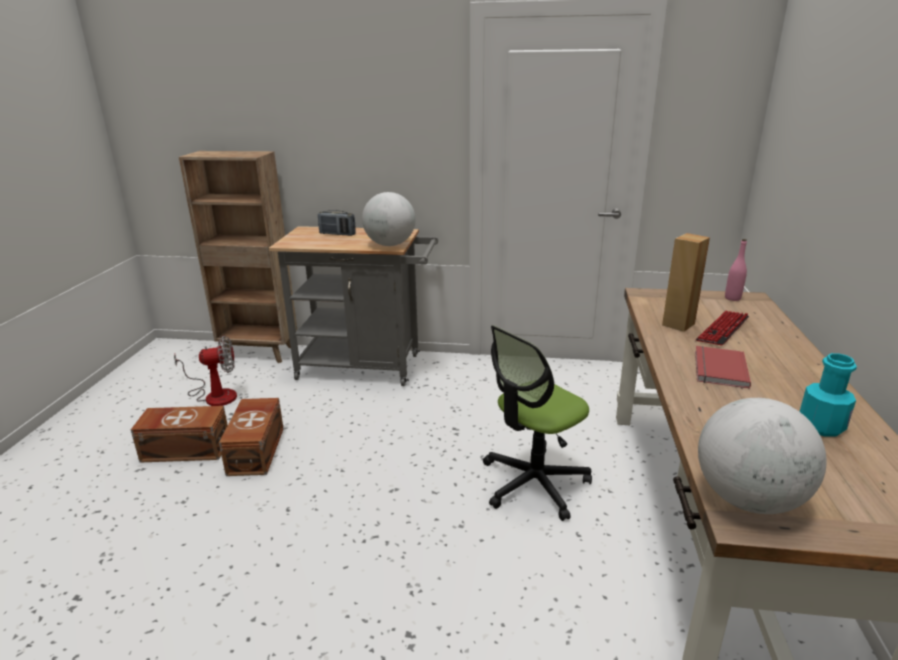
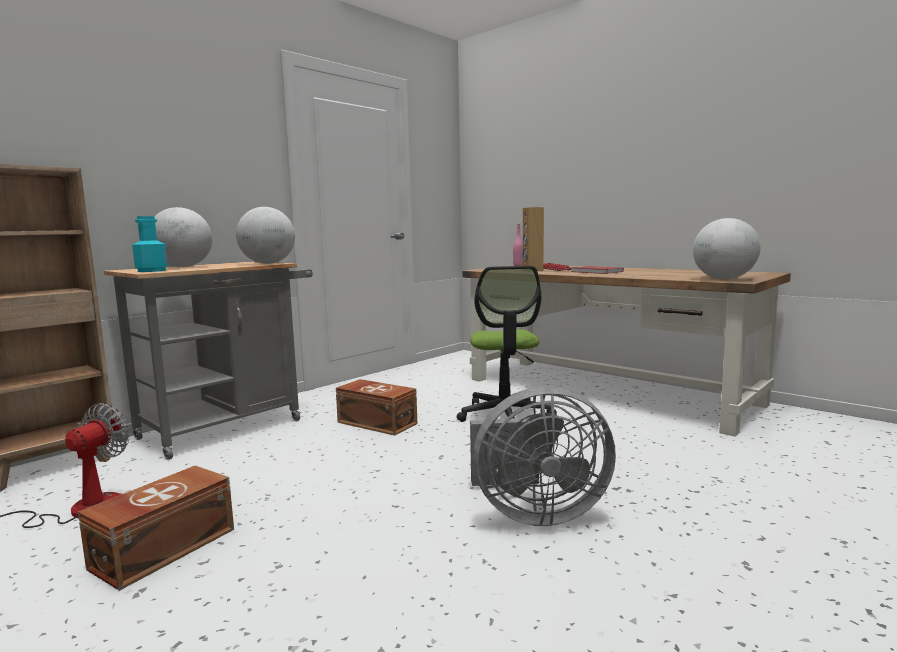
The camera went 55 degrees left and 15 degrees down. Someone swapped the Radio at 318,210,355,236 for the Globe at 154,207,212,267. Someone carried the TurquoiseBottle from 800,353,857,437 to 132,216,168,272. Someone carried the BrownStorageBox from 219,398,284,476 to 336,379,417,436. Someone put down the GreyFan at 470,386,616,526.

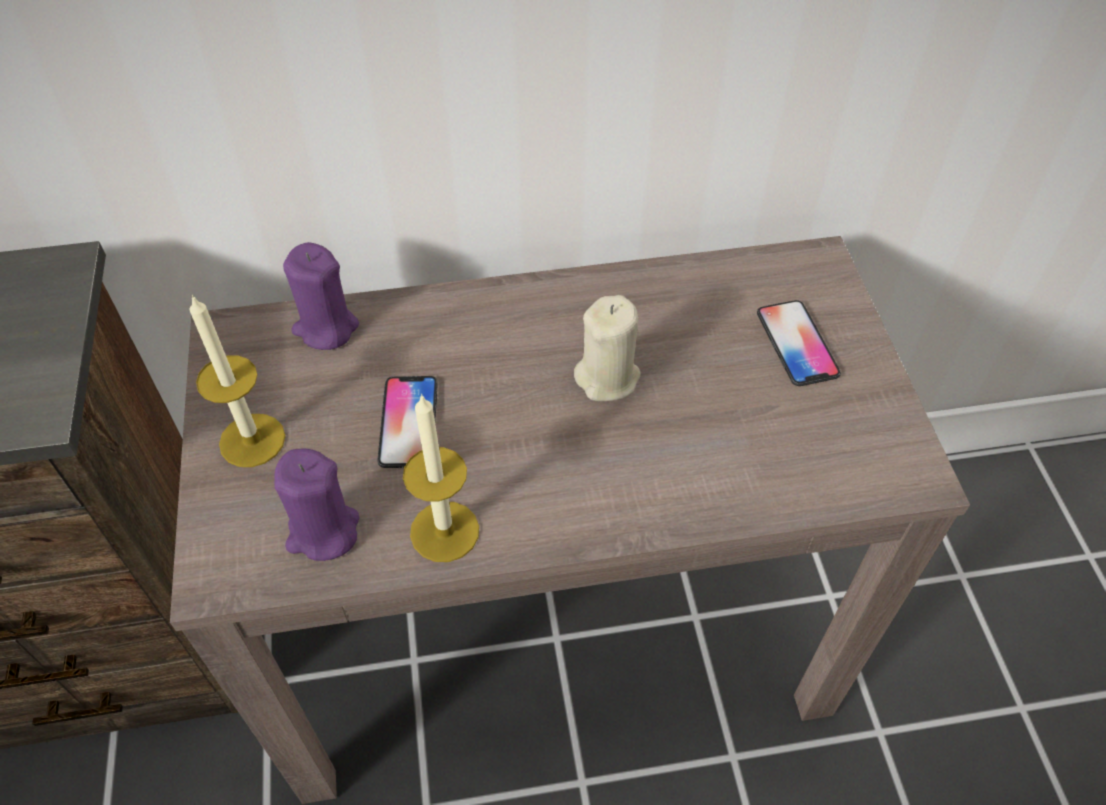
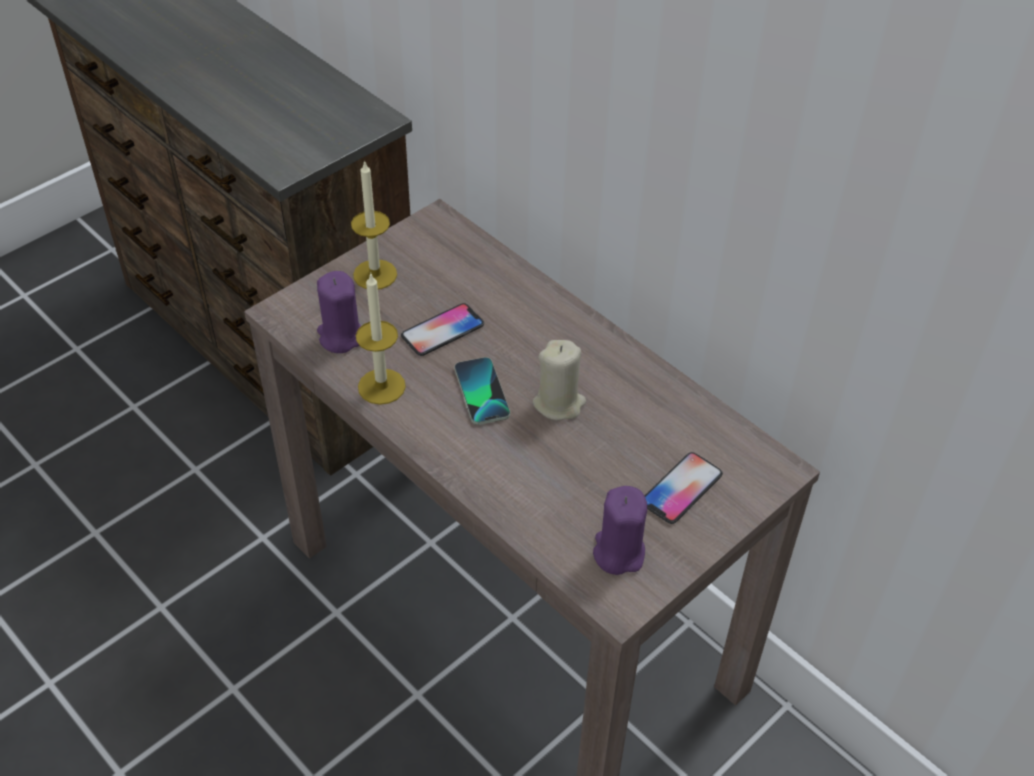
The camera went 55 degrees right and 5 degrees down. Someone carried the PurpleCandle from 283,242,359,350 to 593,486,647,575. Someone put down the Phone at 455,357,510,425.

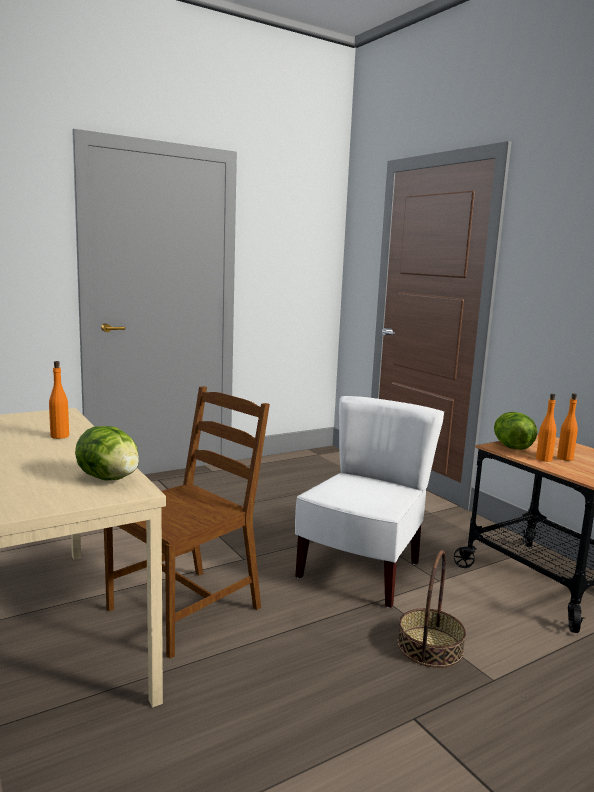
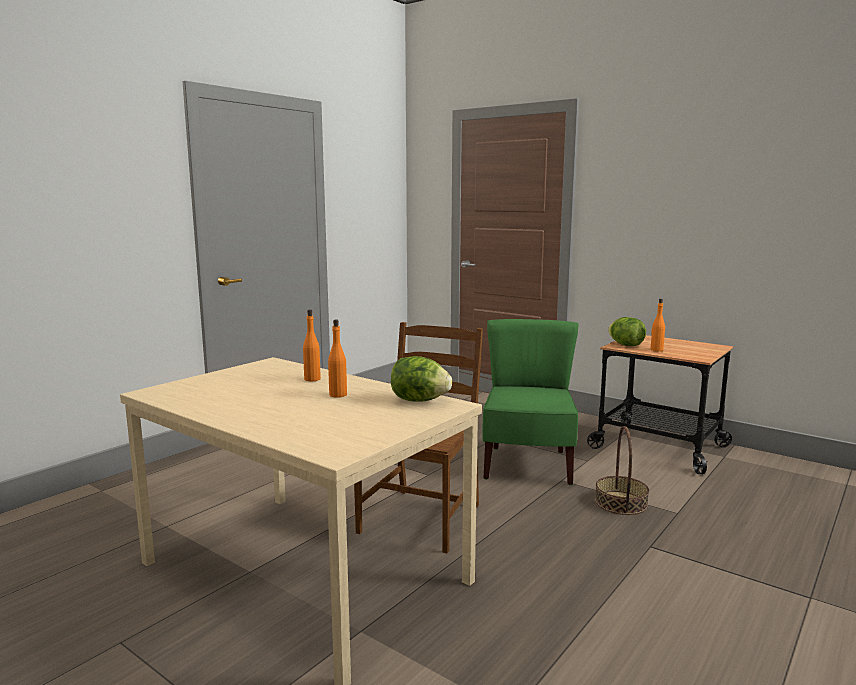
The camera went 20 degrees left and 0 degrees up. Someone carried the OrangeBottle from 557,393,578,461 to 328,319,347,398. Someone repainted the WhiteChair at 295,396,444,608, which became the GreenChair at 482,319,579,485.

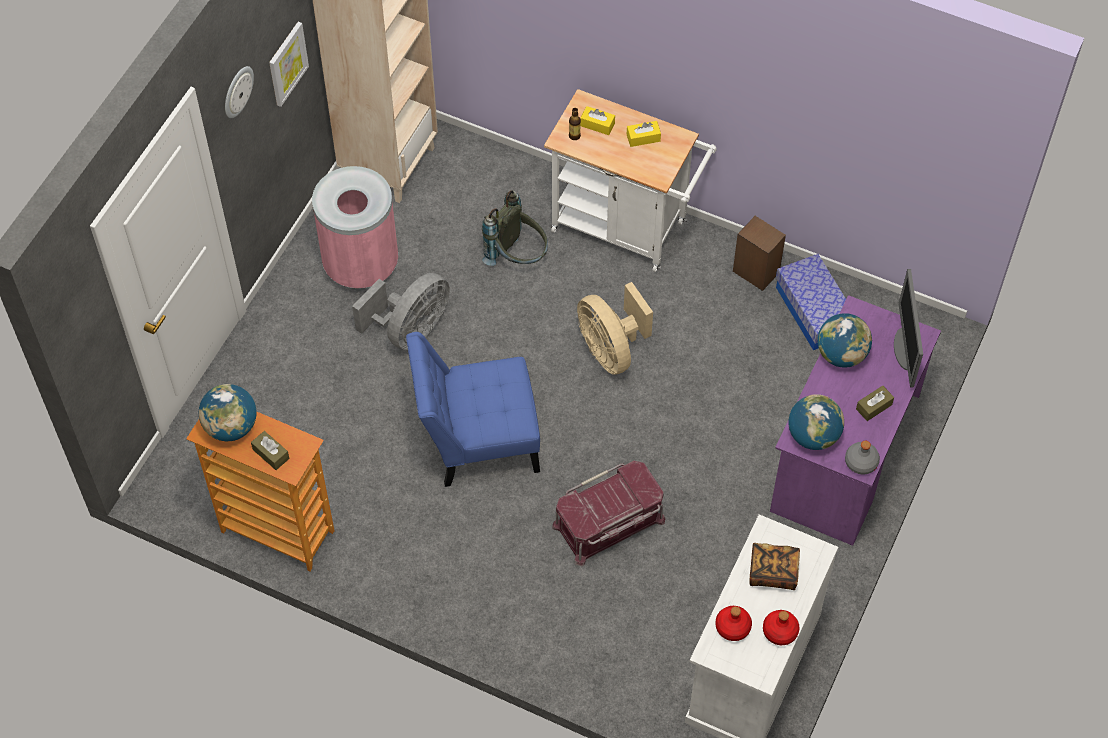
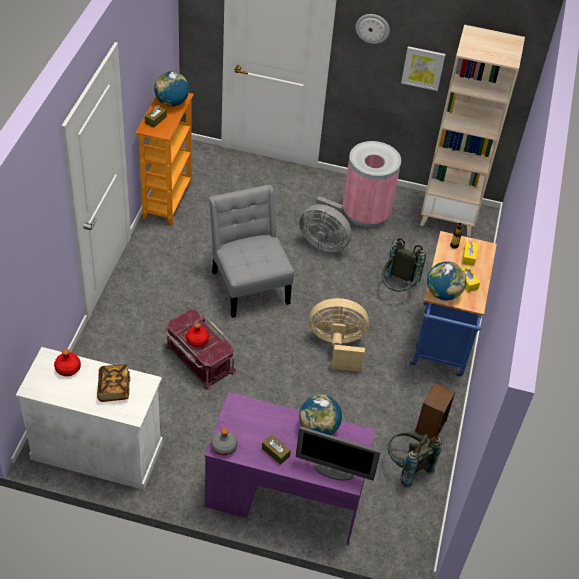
The camera went 75 degrees right and 10 degrees down. Someone repainted the WhiteCart at 544,89,717,272, which became the BlueCart at 410,231,497,377. Someone swapped the StorageBox at 776,254,846,350 for the GreyBackpack at 387,432,442,488. Someone rotated the Monitor at 894,269,923,387 by 150 degrees counterclockwise. Someone rotated the BeigeFan at 577,282,653,375 by 45 degrees clockwise. Someone repainted the BlueChair at 406,332,540,487, which became the GreyChair at 209,185,294,318. Someone carried the Globe from 788,394,844,450 to 427,262,466,300. Someone carried the RedBottle from 763,610,800,645 to 186,323,209,347.

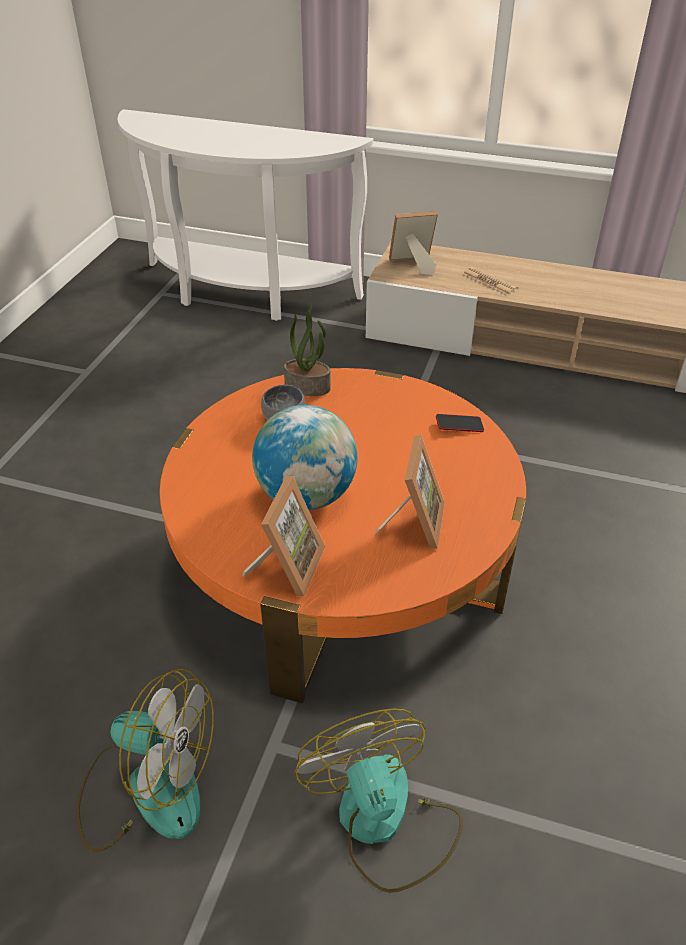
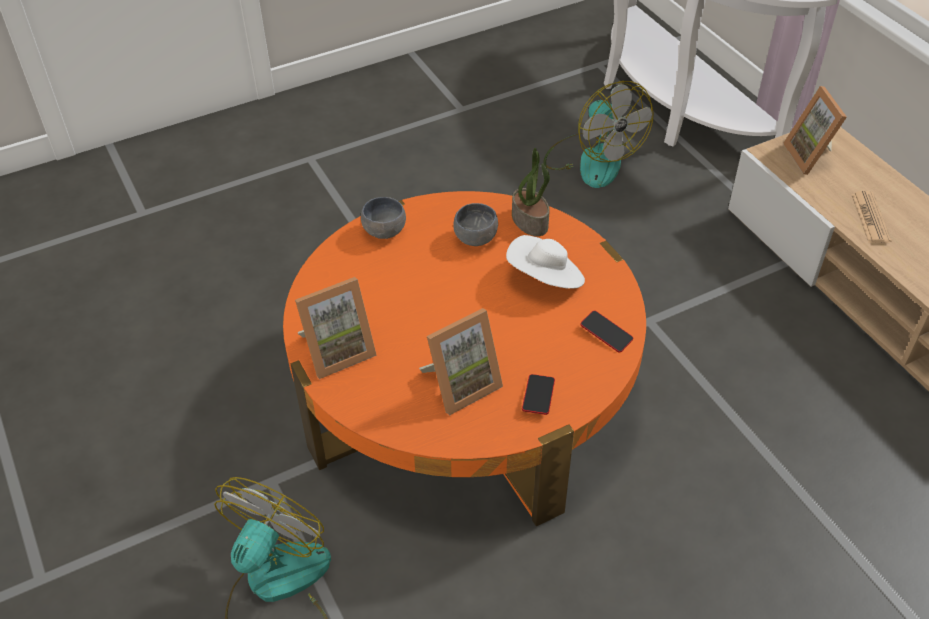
The camera went 45 degrees right and 5 degrees up. Someone rotated the PictureFrame at 389,211,438,275 by 135 degrees counterclockwise. Someone took away the Globe at 252,405,358,510. Someone carried the Fan from 76,669,214,852 to 543,81,654,188. Someone put down the GreyBowl at 361,197,406,239. Someone put down the WhiteHat at 506,235,585,289. Someone put down the Phone at 522,374,555,415.

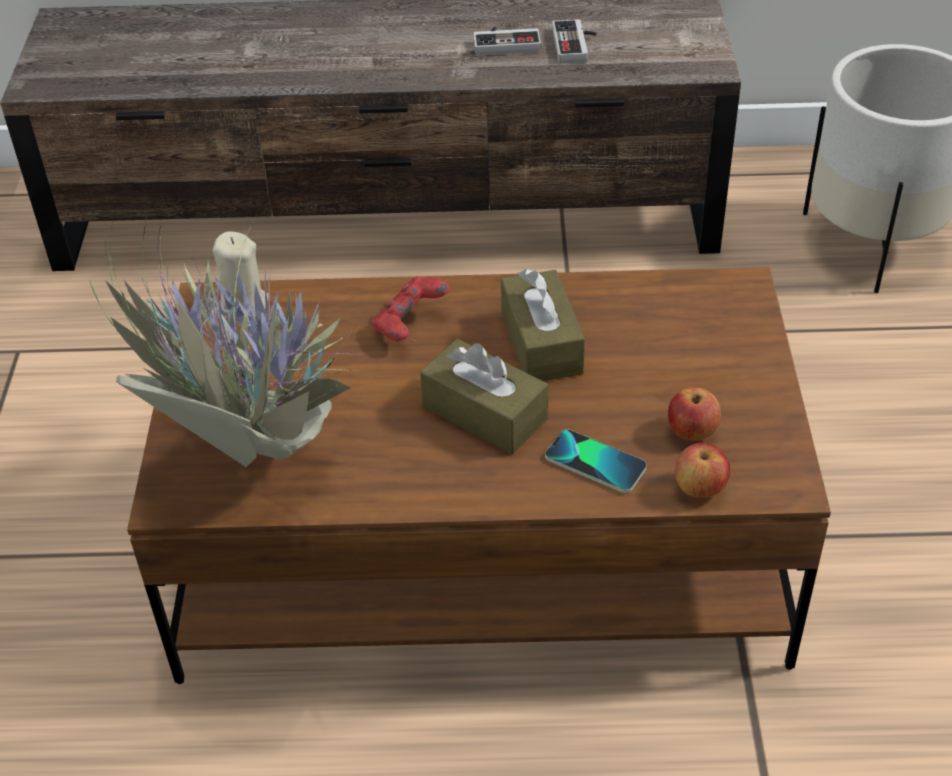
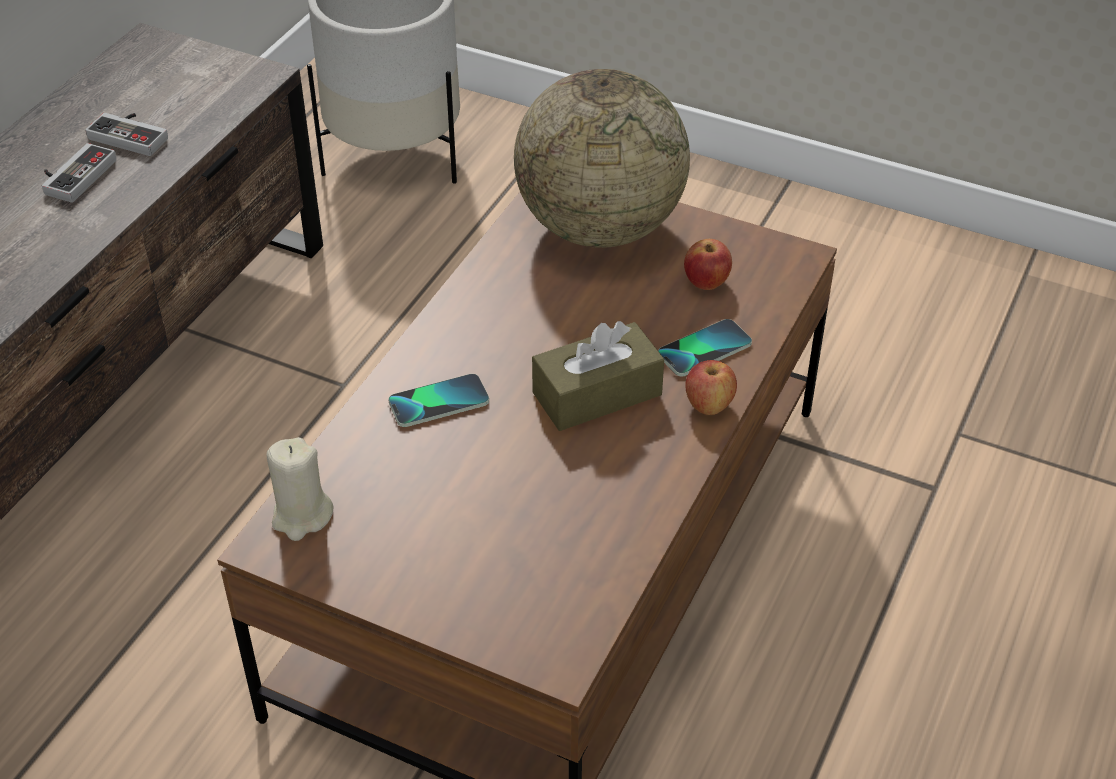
The camera went 65 degrees left and 0 degrees up. Someone took away the PottedPlant at 89,216,366,467. Someone took away the BrownTissueBox at 501,269,585,381. Someone swapped the RedGameController at 372,276,450,341 for the Phone at 388,374,489,427. Someone carried the Apple from 675,443,730,498 to 685,360,737,415. Someone put down the Globe at 514,69,690,248.

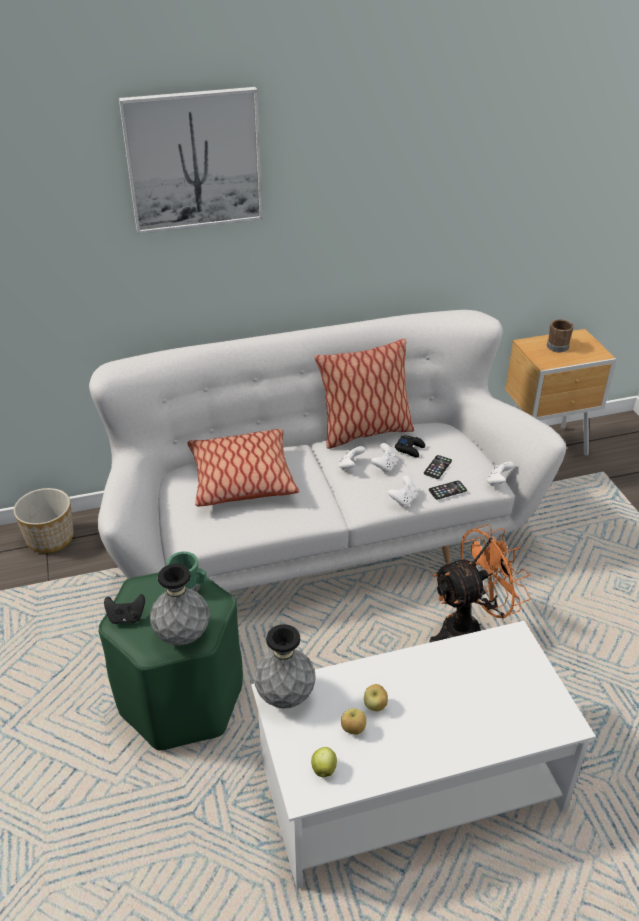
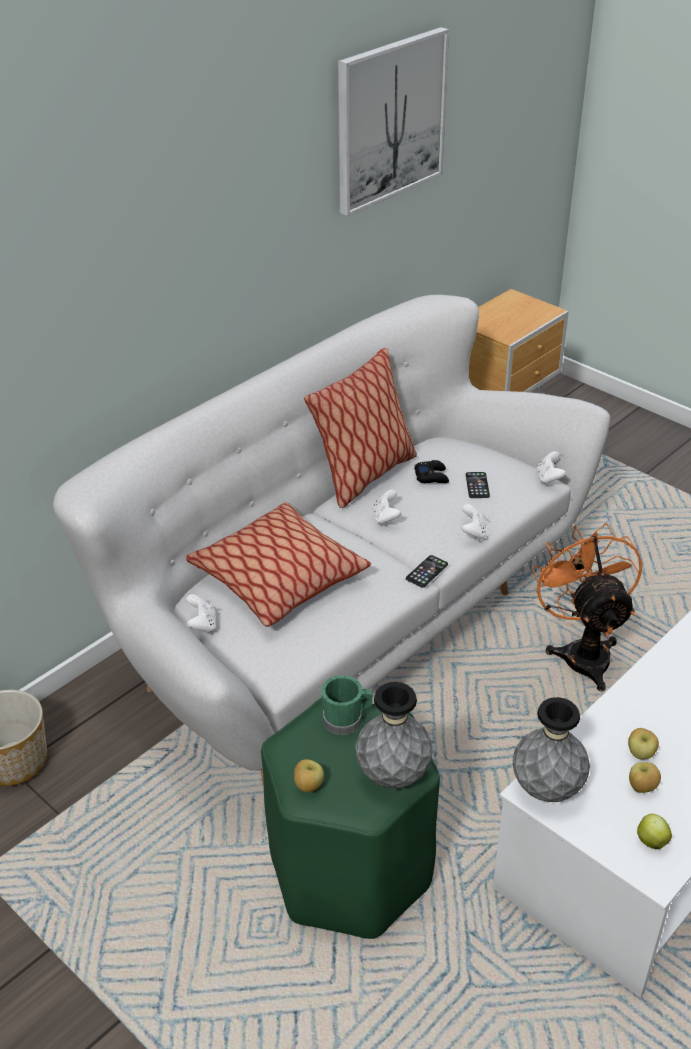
The camera went 30 degrees left and 0 degrees up. Someone carried the Picture from 119,87,263,234 to 338,27,449,216. Someone took away the BrownMug at 547,320,574,352. Someone carried the WhiteGameController from 371,443,397,473 to 186,594,216,634. Someone carried the Phone from 429,481,467,500 to 406,555,448,588. Someone rotated the OrangeFan at 430,525,531,642 by 45 degrees counterclockwise. Someone swapped the BlackGameController at 104,594,145,624 for the Apple at 294,759,324,792.

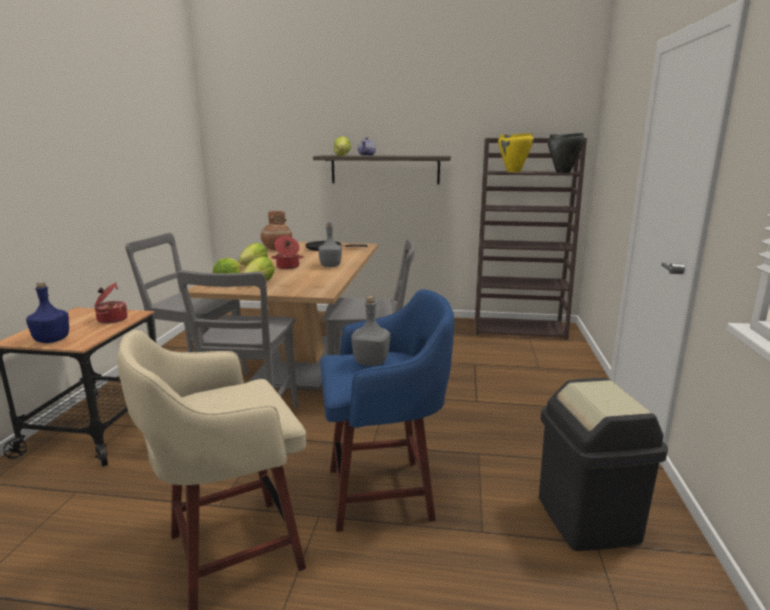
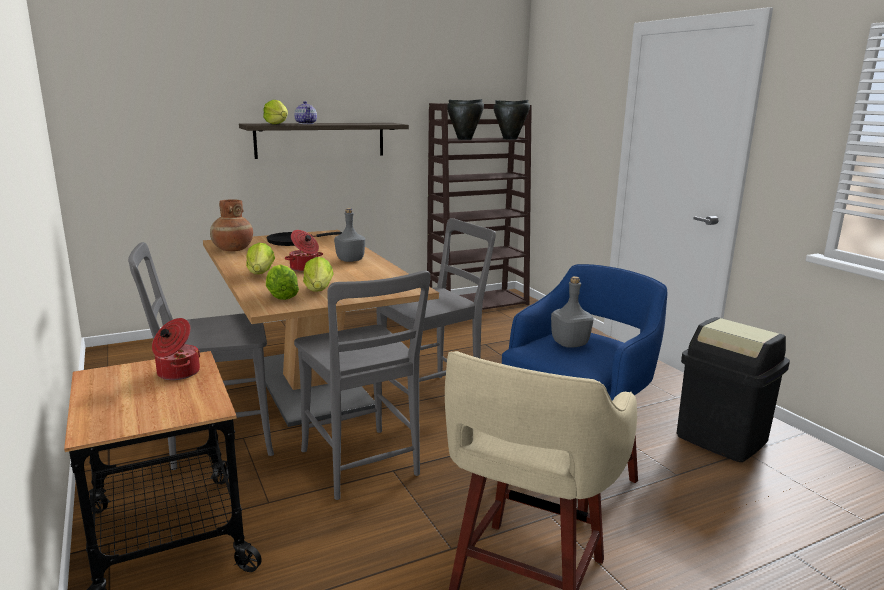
The camera went 35 degrees left and 0 degrees up. Someone repainted the YellowCookingPot at 498,133,534,172, which became the BlackCookingPot at 448,99,484,140. Someone took away the BlueBottle at 26,282,69,343.

